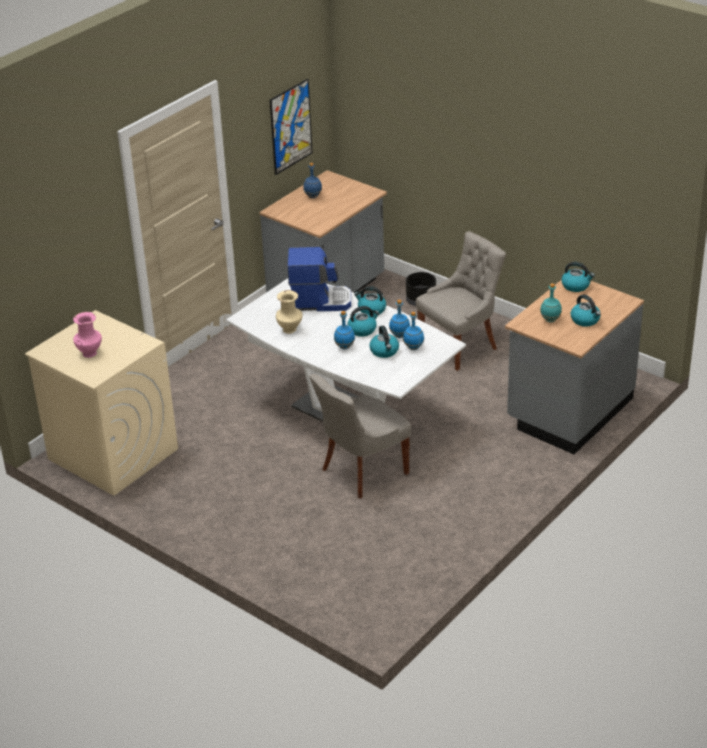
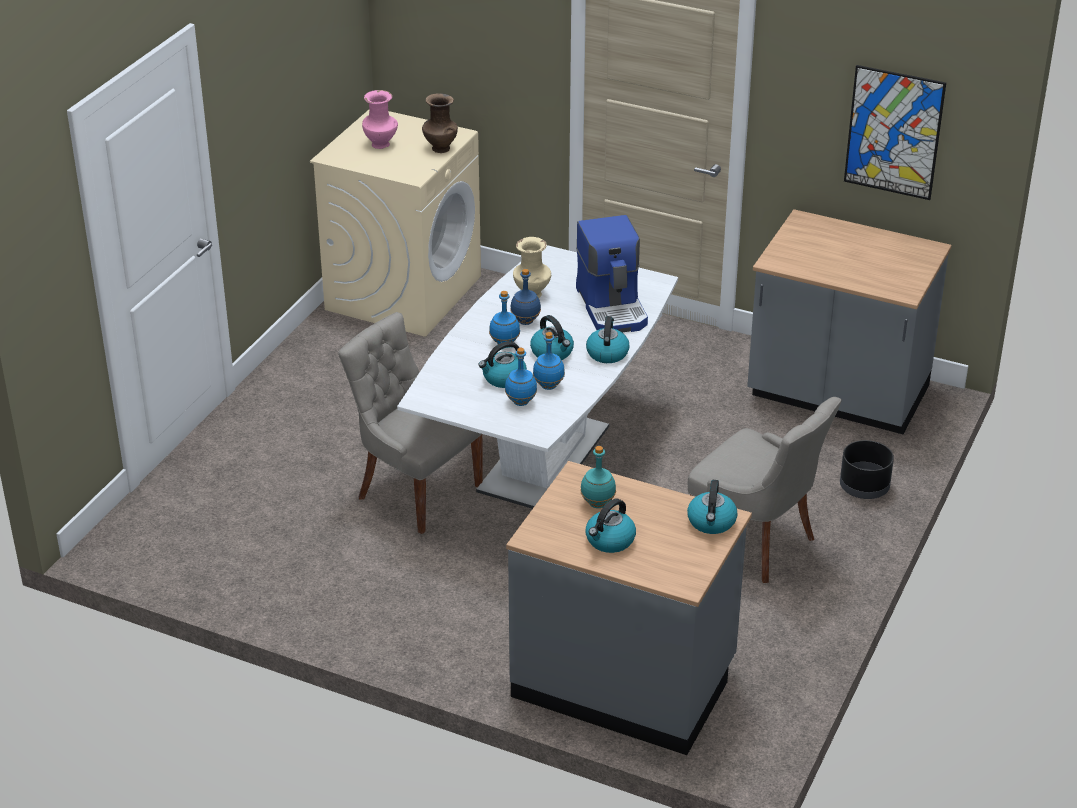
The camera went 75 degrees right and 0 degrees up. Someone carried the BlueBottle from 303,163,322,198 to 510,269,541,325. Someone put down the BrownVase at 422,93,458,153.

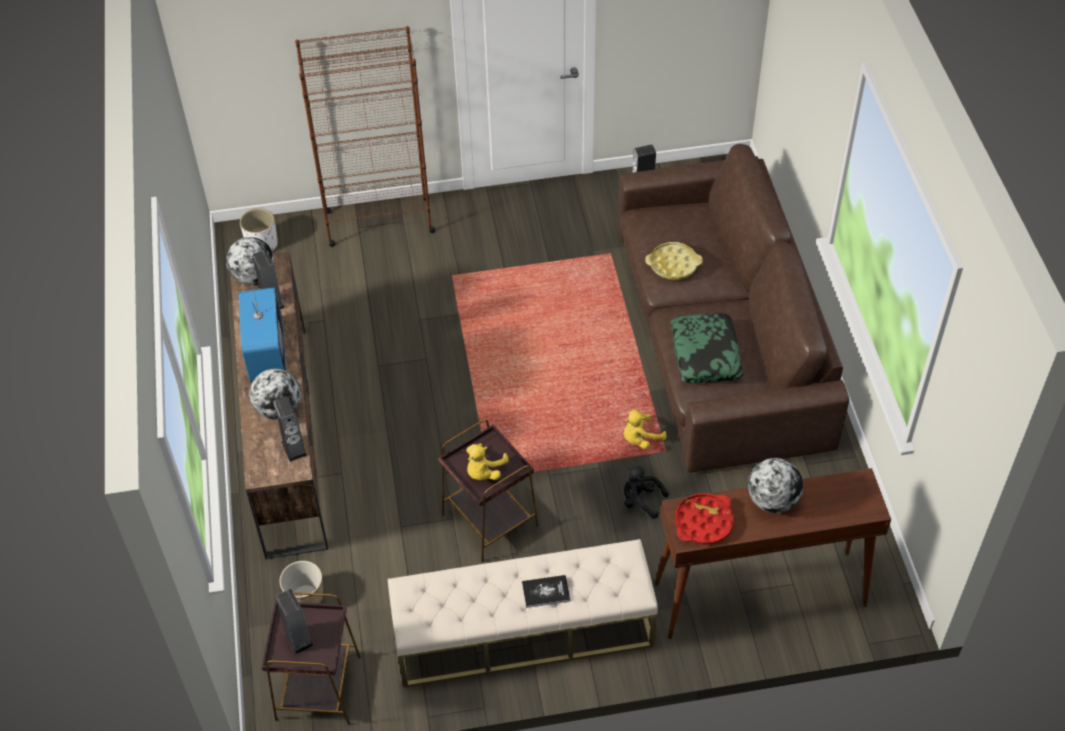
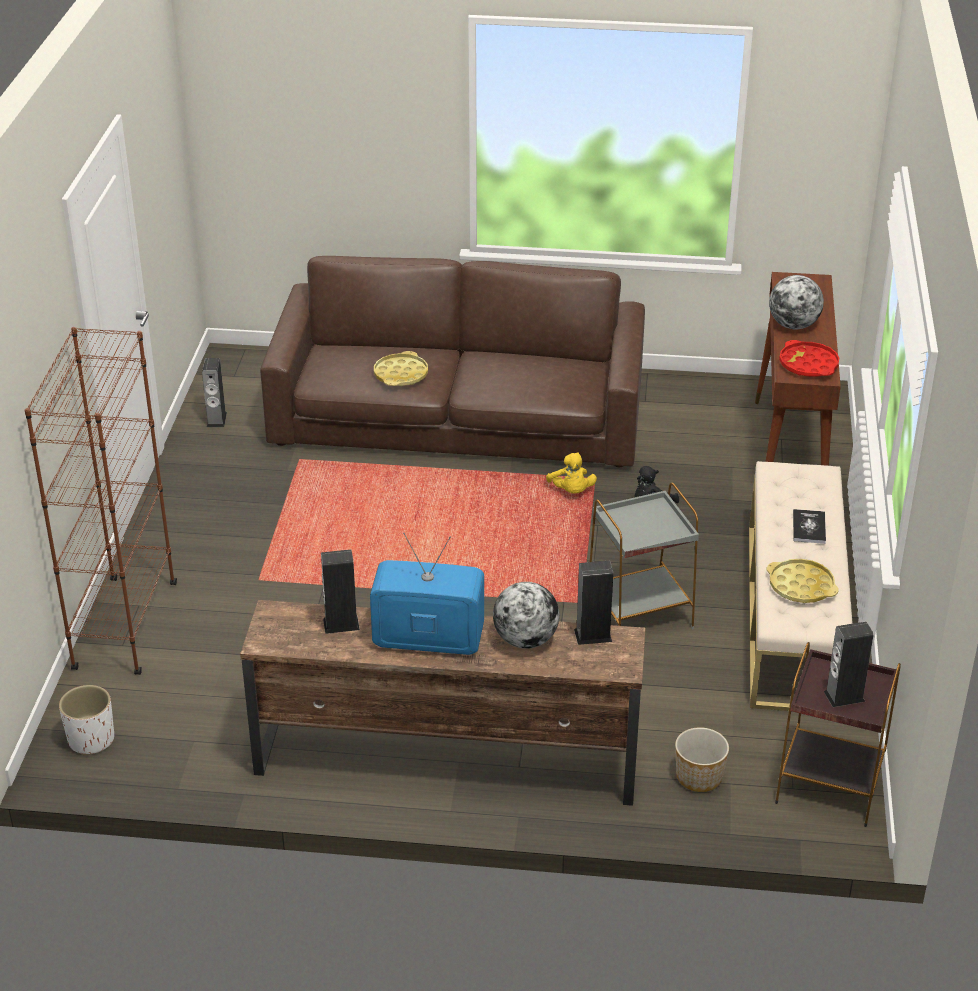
The camera went 75 degrees left and 15 degrees down. Someone took away the Globe at 226,237,274,285. Someone took away the Pillow at 670,313,744,383. Someone repainted the BrownSideTable at 439,419,538,562, which became the GreySideTable at 590,483,699,630. Someone took away the YellowPlushToy at 466,443,509,480. Someone put down the YellowTray at 767,559,839,603.

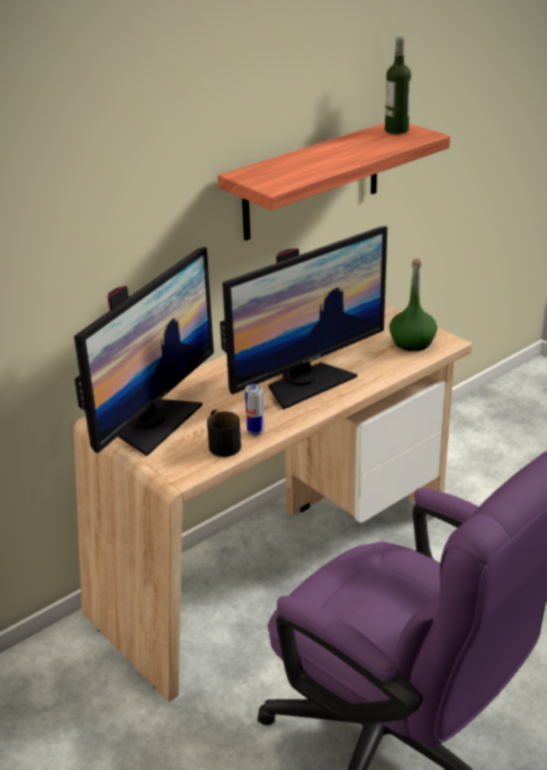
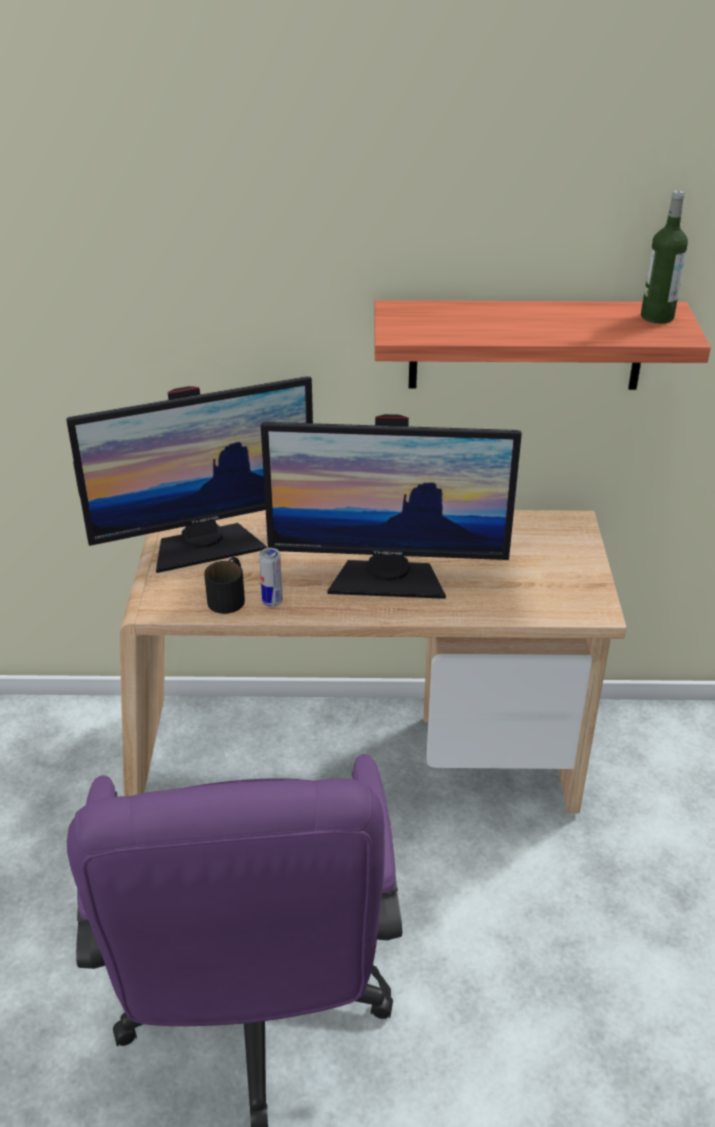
The camera went 40 degrees right and 5 degrees up. Someone took away the GreenBottle at 389,259,437,351.

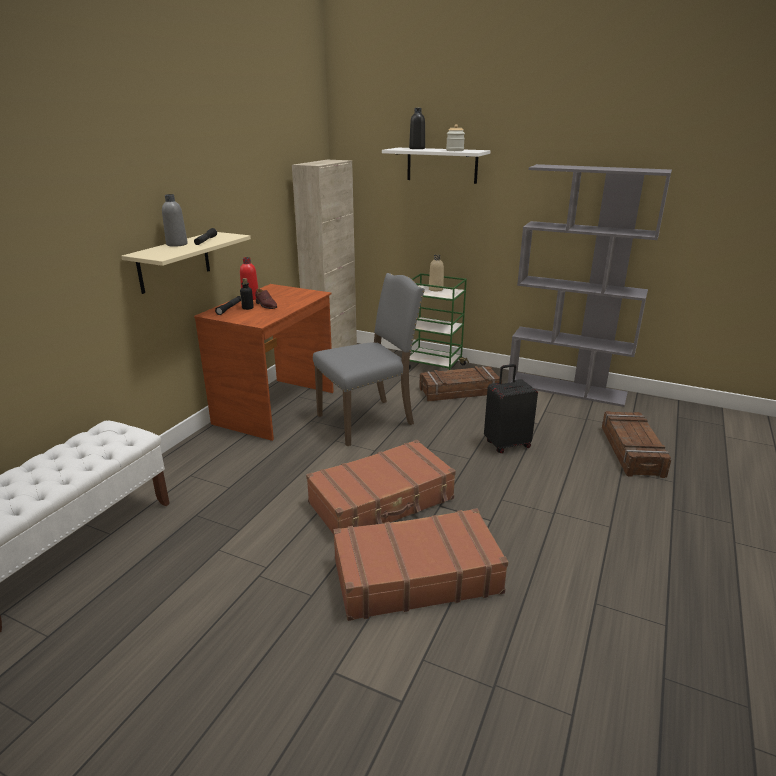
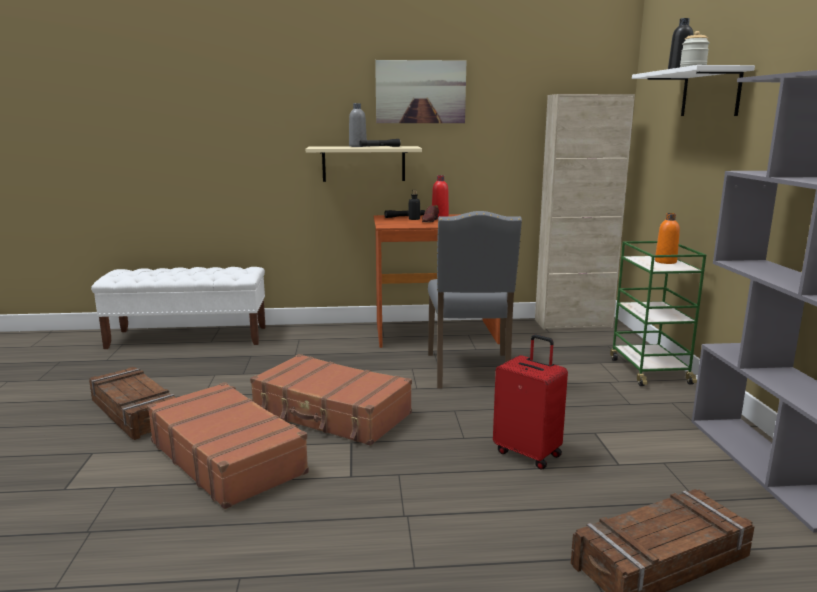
The camera went 60 degrees right and 10 degrees down. Someone repainted the BeigeBottle at 429,255,444,291, which became the OrangeBottle at 655,213,680,264. Someone rotated the GreyChair at 313,273,425,446 by 60 degrees clockwise. Someone repainted the BlackSuitcase at 484,364,538,453, which became the RedSuitcase at 493,334,568,469. Someone carried the Crate from 419,366,502,402 to 89,367,176,440. Someone put up the Picture at 375,60,466,123.

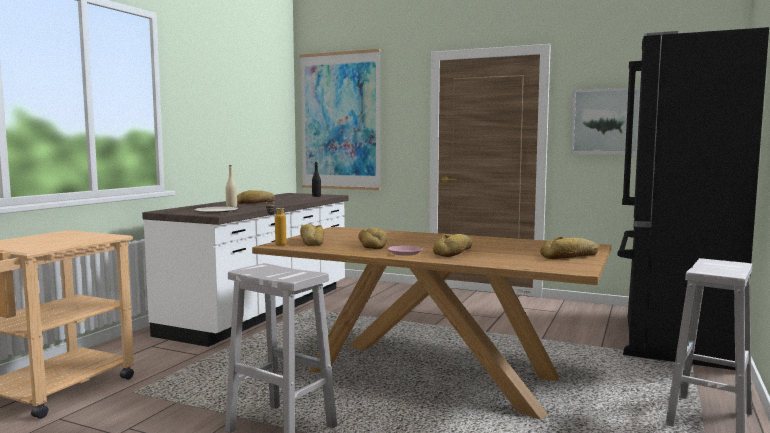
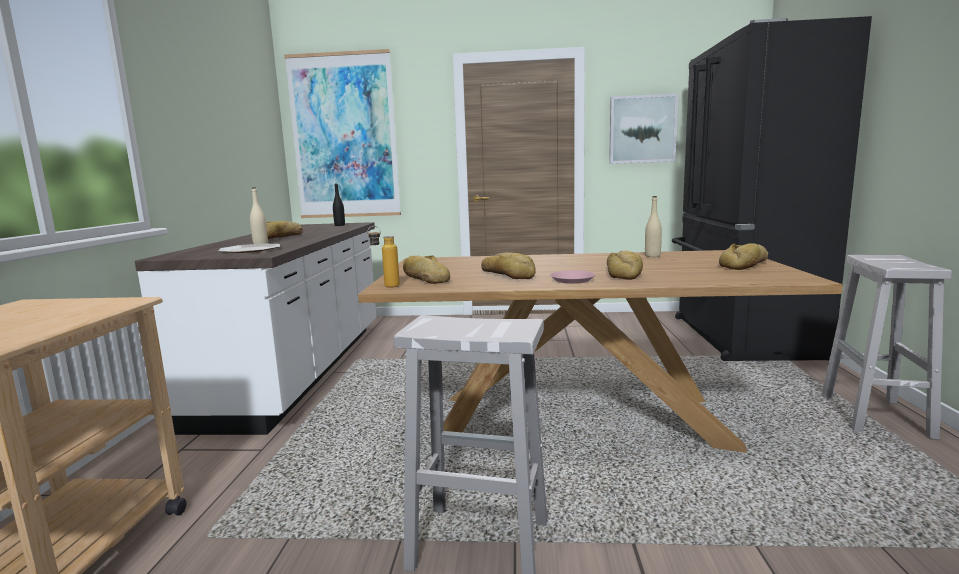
The camera went 20 degrees left and 5 degrees up. Someone put down the BeigeBottle at 645,196,662,257.

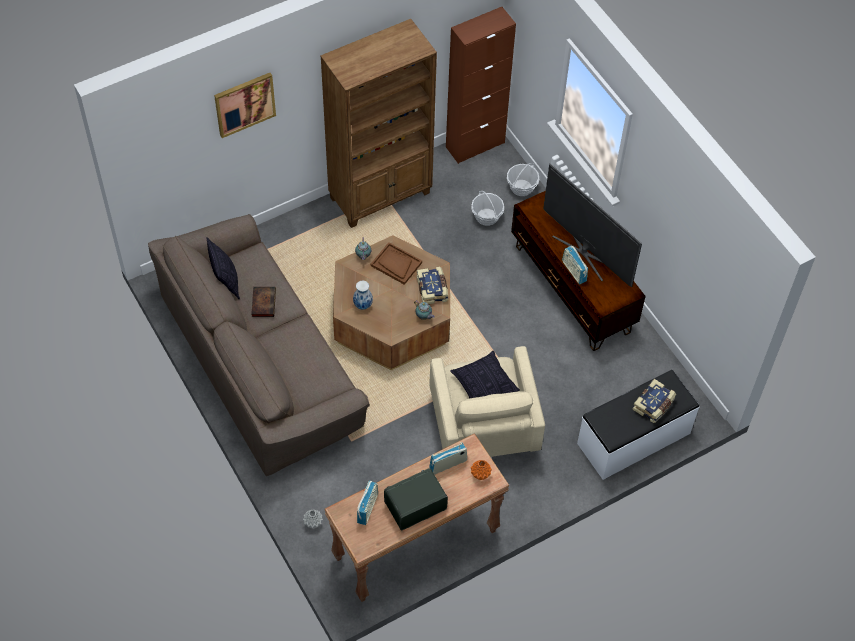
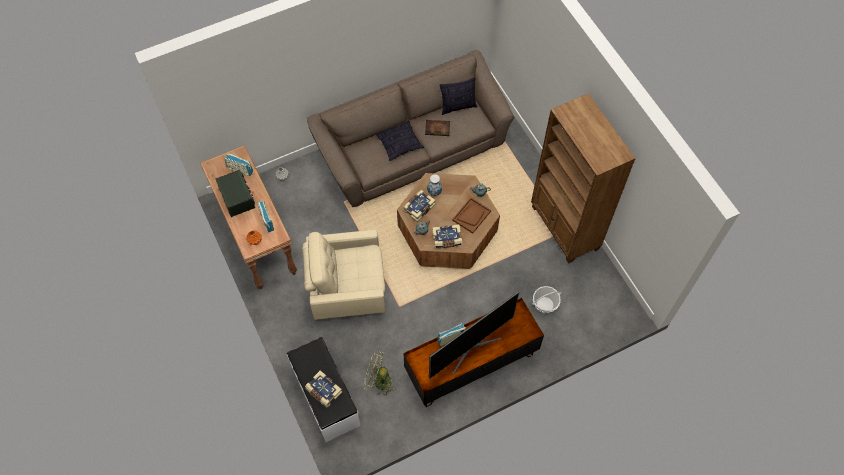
The camera went 95 degrees right and 5 degrees up. Someone took away the BrownCabinet at 446,7,516,164. Someone took away the Picture at 214,73,276,138. Someone took away the Basket at 507,163,540,196. Someone carried the Pillow from 450,351,520,399 to 375,120,424,161. Someone put down the Book at 403,190,436,222. Someone put down the GreenFan at 364,351,395,395.

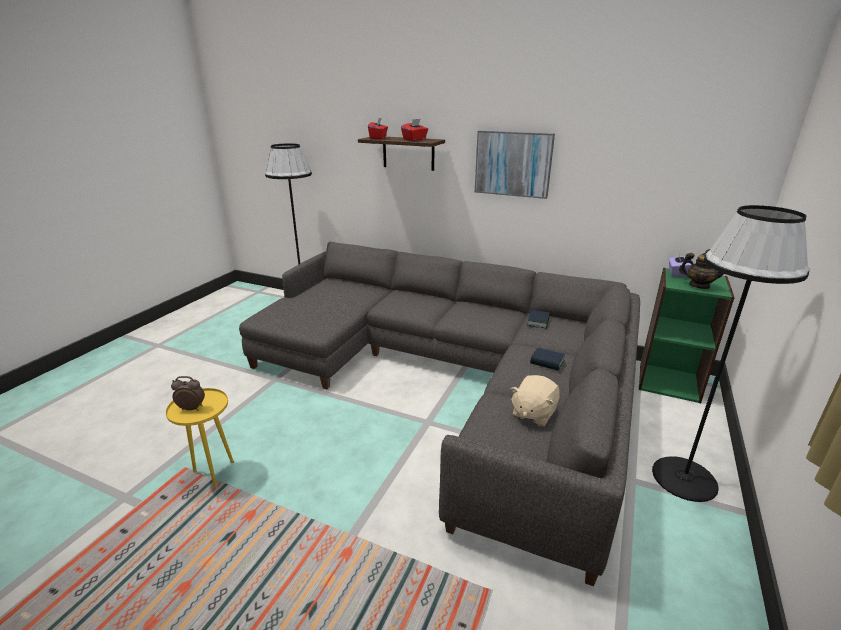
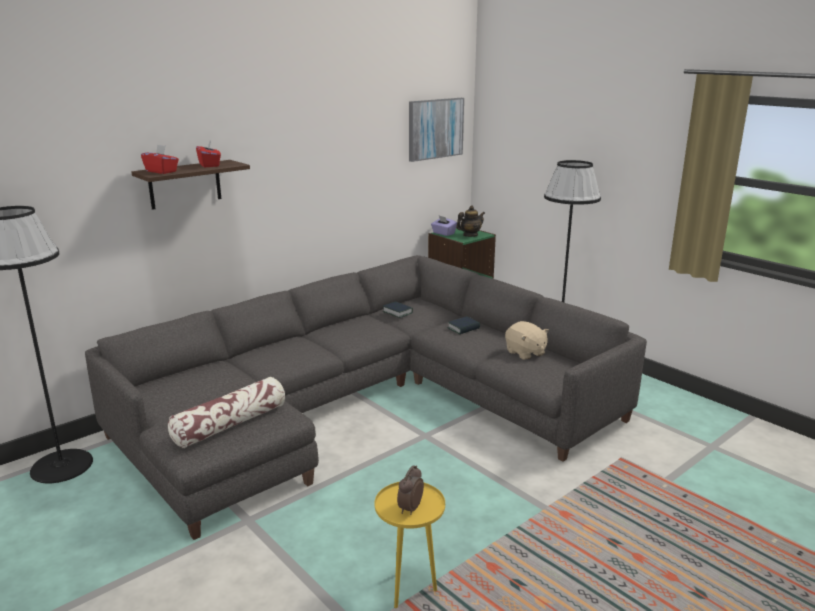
The camera went 65 degrees left and 5 degrees down. Someone carried the Picture from 475,131,555,199 to 409,98,464,162. Someone put down the Pillow at 168,377,285,448.

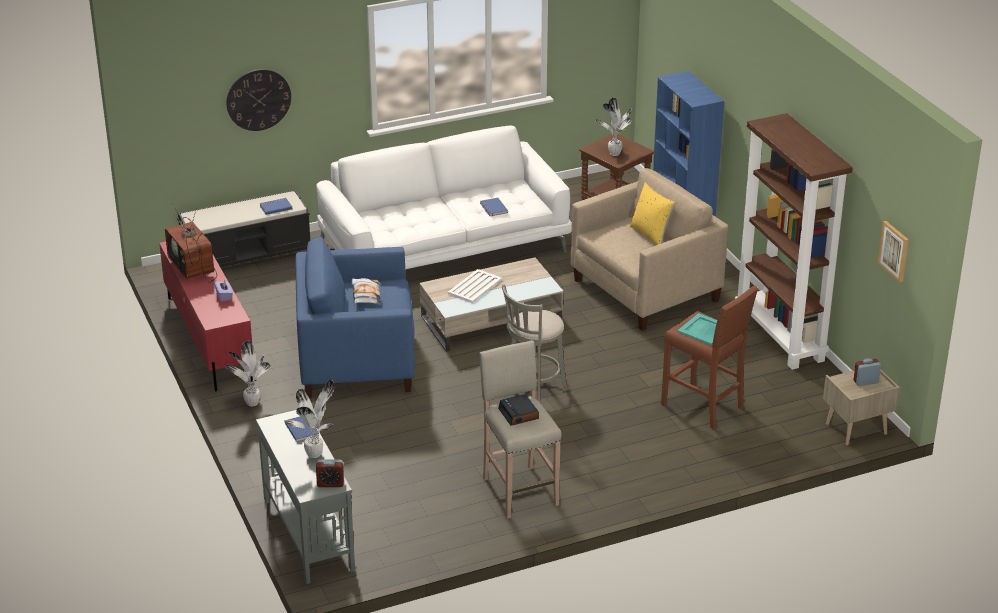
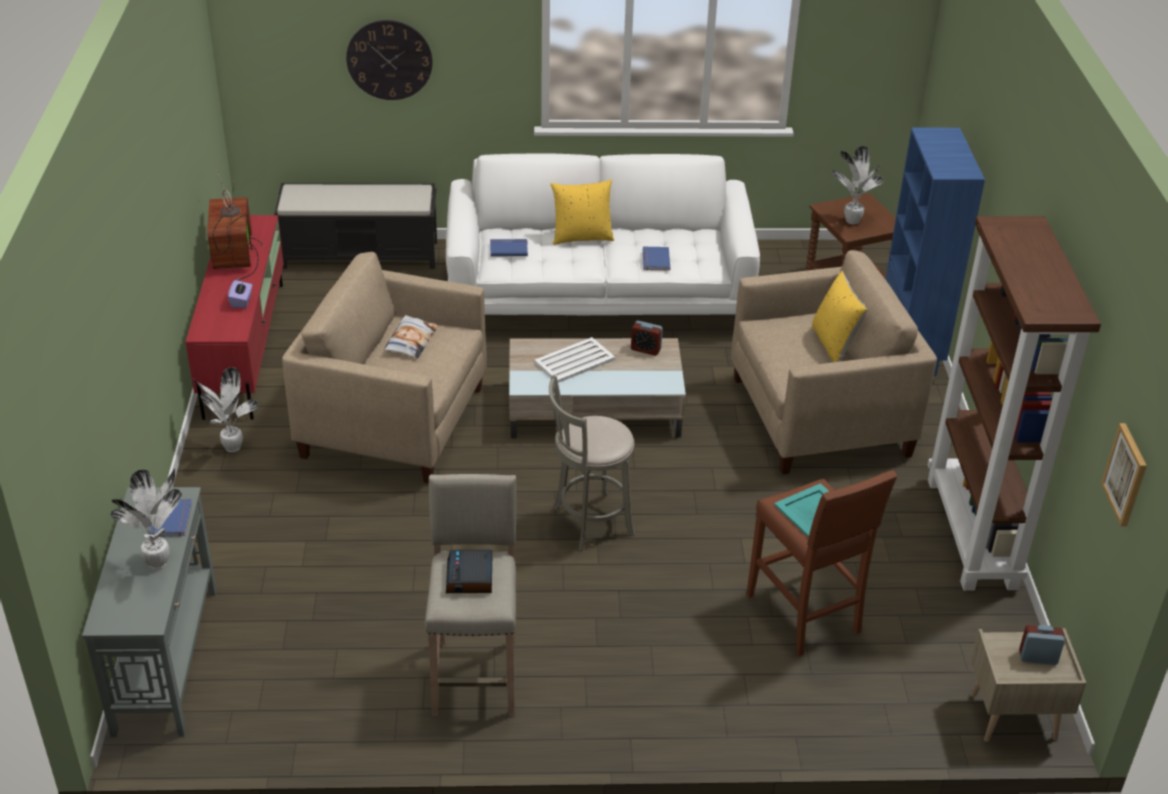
The camera went 20 degrees right and 5 degrees up. Someone carried the BlueBook from 260,198,292,215 to 490,239,528,257. Someone repainted the BlueArmchair at 295,237,415,398, which became the BeigeArmchair at 282,252,487,483. Someone carried the AlarmClock from 316,460,344,487 to 631,321,663,356. Someone put down the YellowPillow at 551,180,614,245.

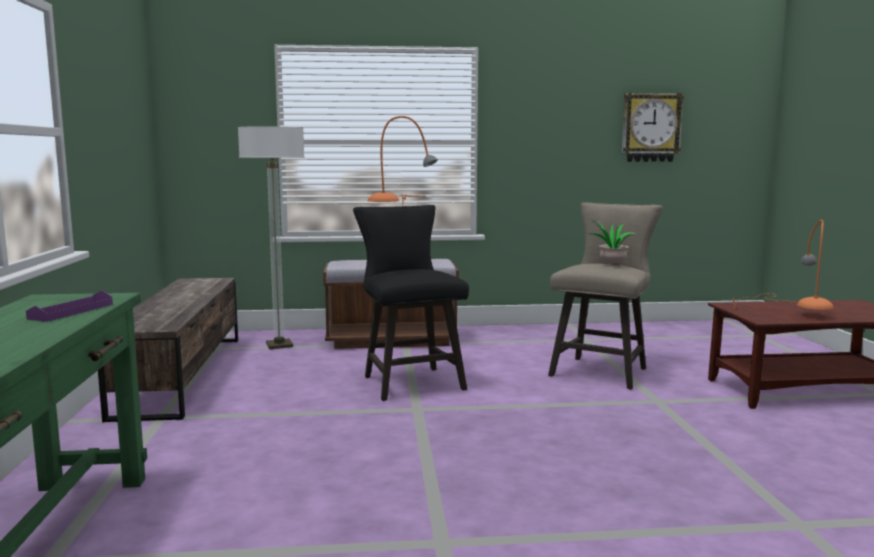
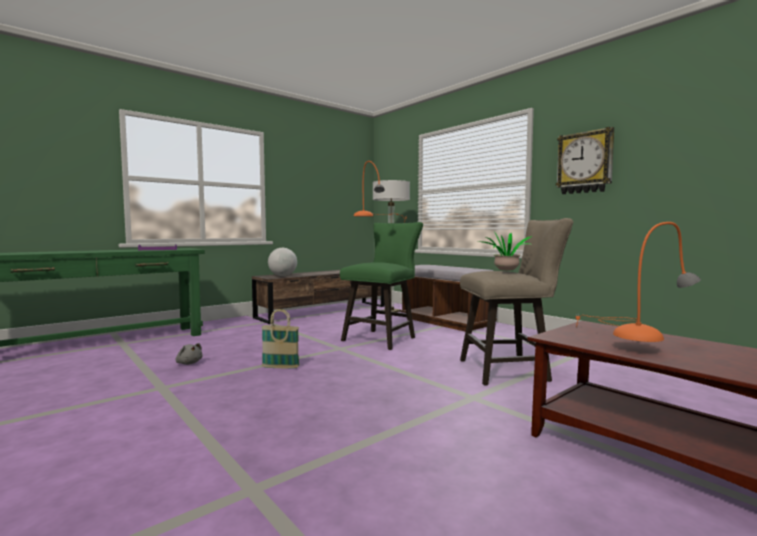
The camera went 55 degrees right and 5 degrees down. Someone carried the WallClock from 622,93,684,162 to 556,127,614,194. Someone repainted the BlackStool at 353,205,469,401, which became the GreenStool at 340,222,423,350. Someone put down the Globe at 268,248,297,276. Someone put down the Basket at 262,309,300,368. Someone put down the GreyPlushToy at 176,343,203,365.

